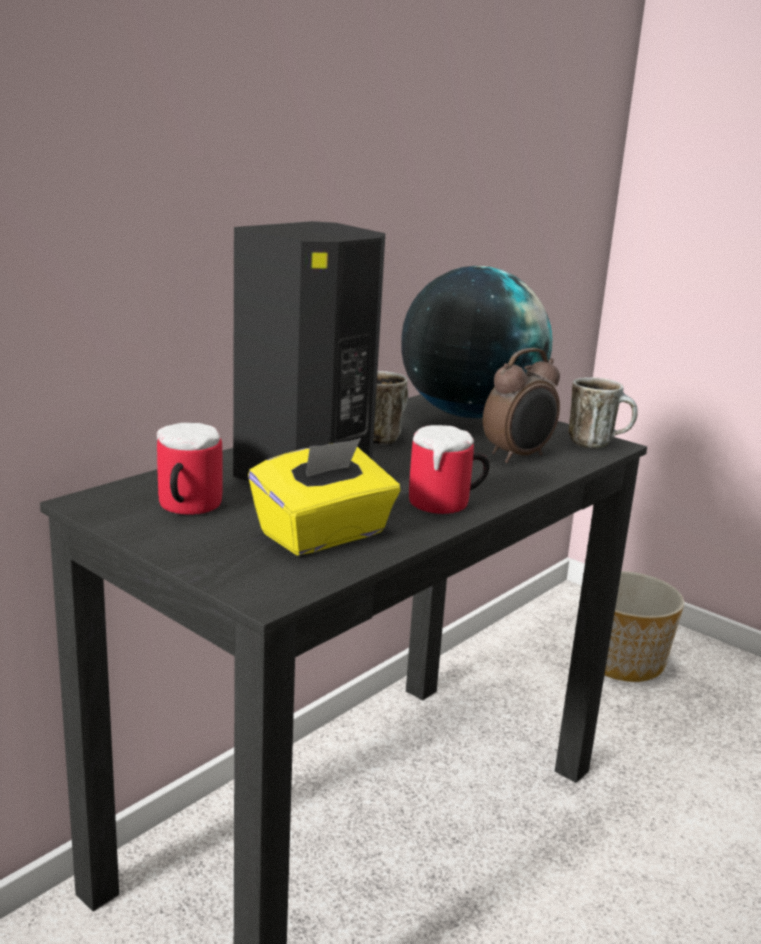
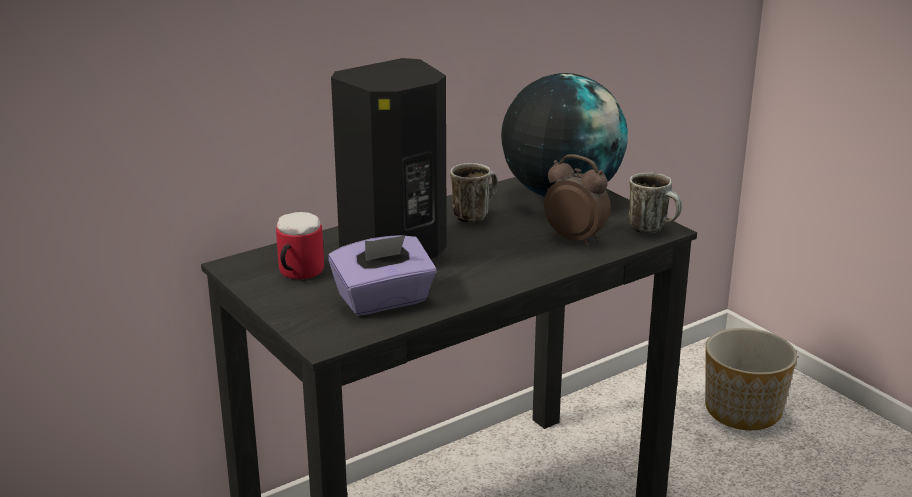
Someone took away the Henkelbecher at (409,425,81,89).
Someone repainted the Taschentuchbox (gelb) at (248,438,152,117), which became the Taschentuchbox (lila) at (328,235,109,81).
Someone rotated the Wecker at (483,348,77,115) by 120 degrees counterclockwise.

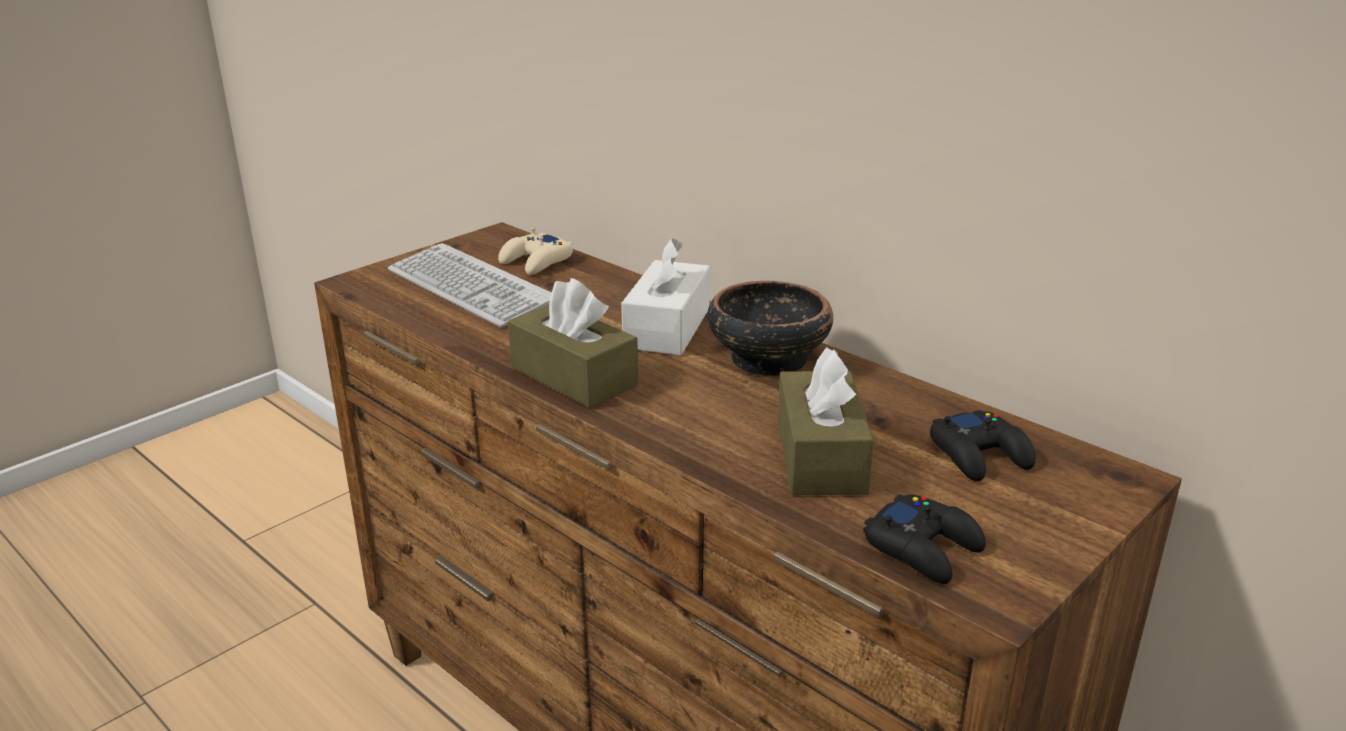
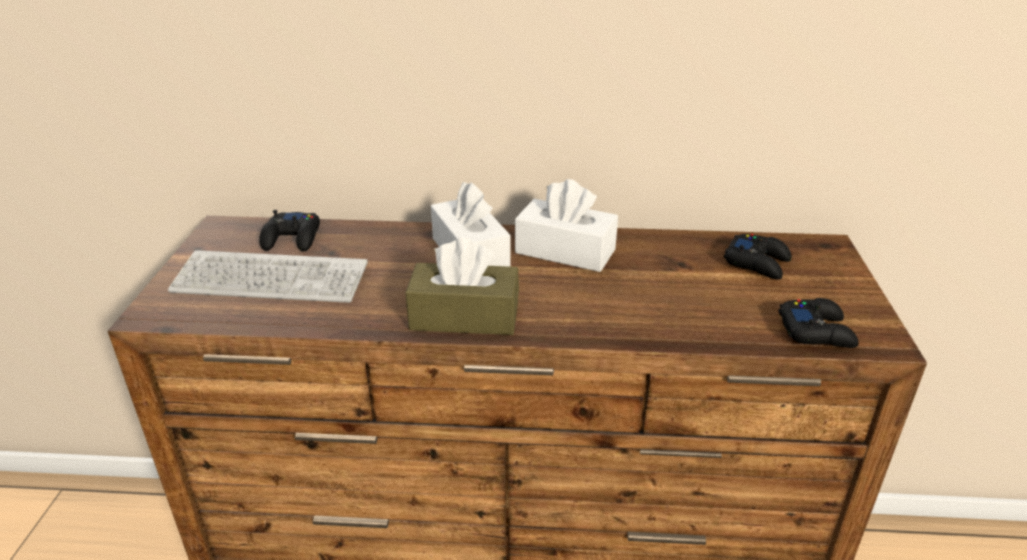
Someone took away the Taschentuchbox (braun) at (778,347,96,148).
Someone swapped the Schüssel at (707,281,126,96) for the Taschentuchbox (weiß) at (515,179,103,93).
Someone repainted the Gamepad (beige) at (498,227,75,48), which became the Gamepad (schwarz) at (259,210,61,42).

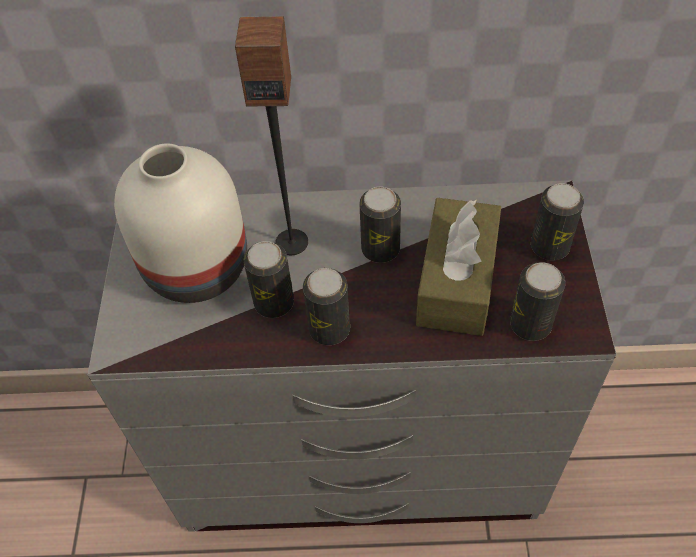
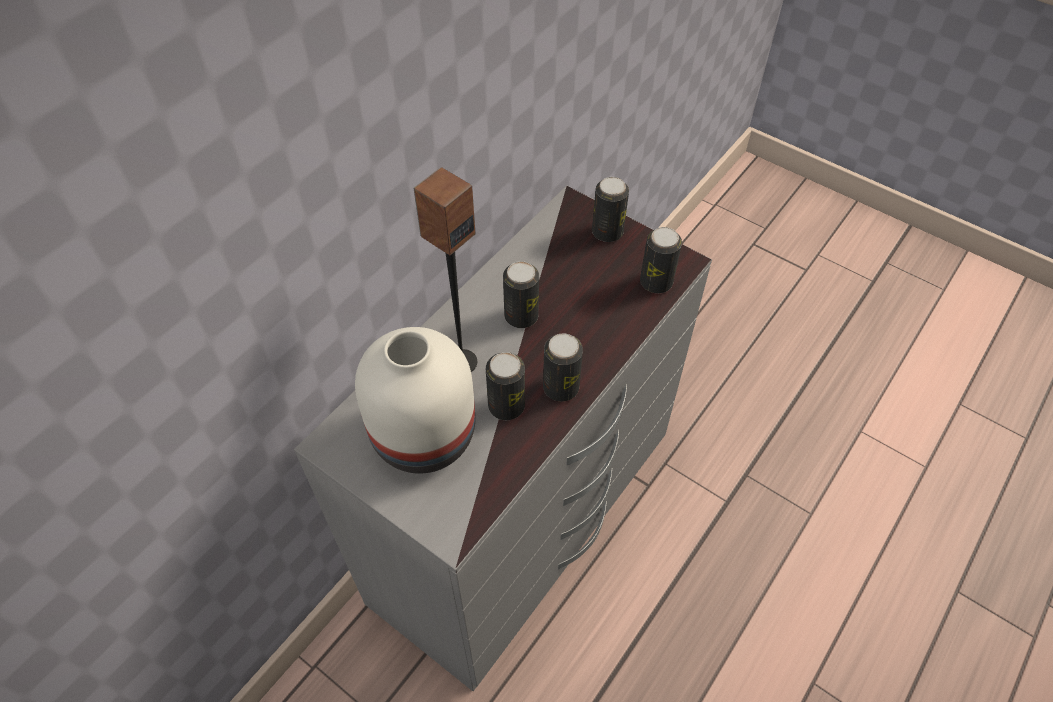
Someone took away the Taschentuchbox (braun) at (416,198,85,138).

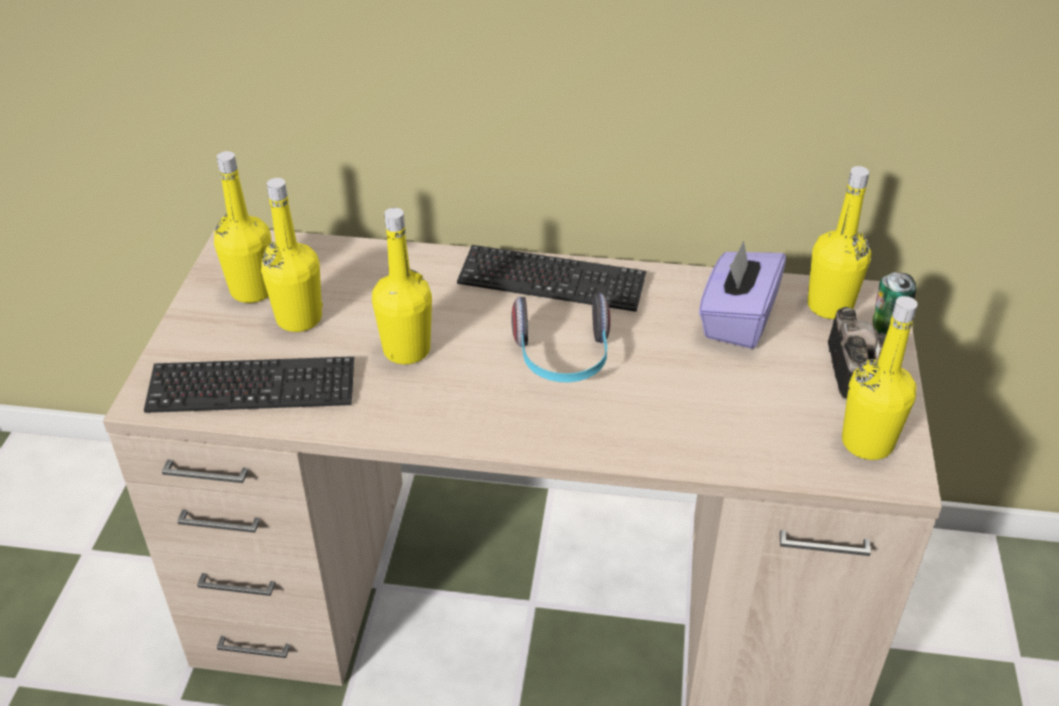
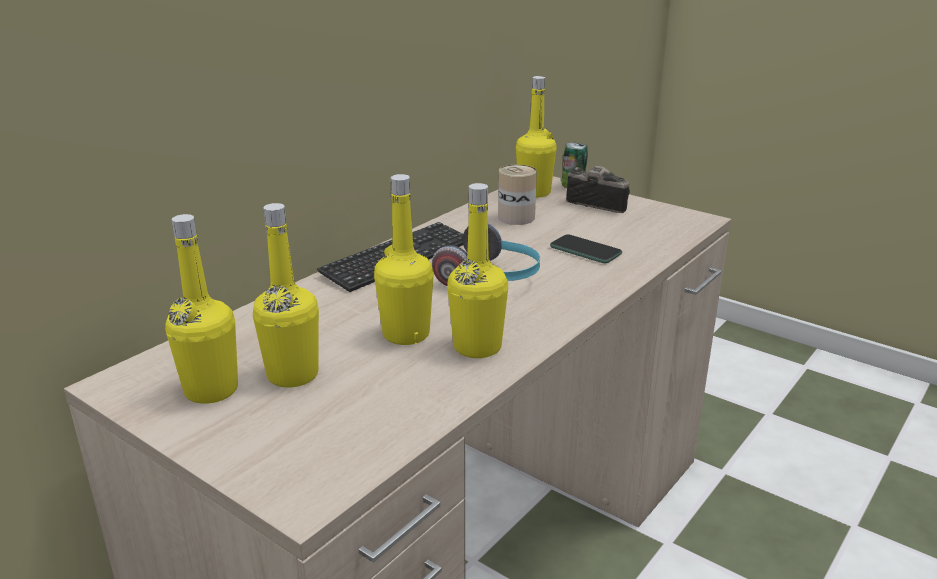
Someone took away the Tastatur at (144,356,210,57).
Someone put down the Handy at (550,234,72,29).
Someone carried the Flasche (gelb) from (842,296,76,164) to (447,183,61,175).
Someone swapped the Taschentuchbox (lila) at (699,240,87,109) for the Dose at (498,165,39,60).

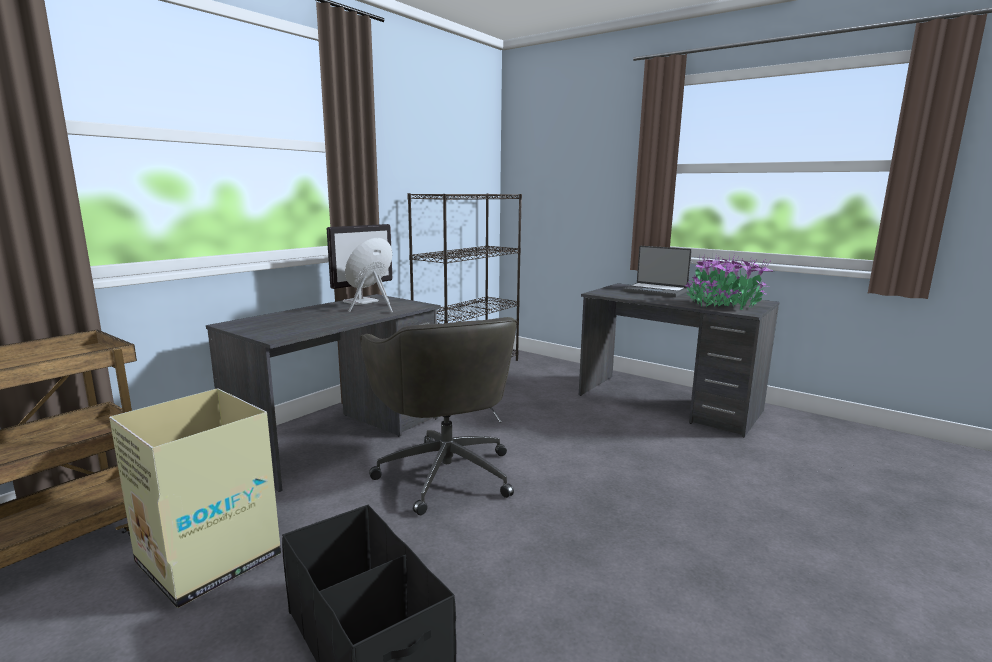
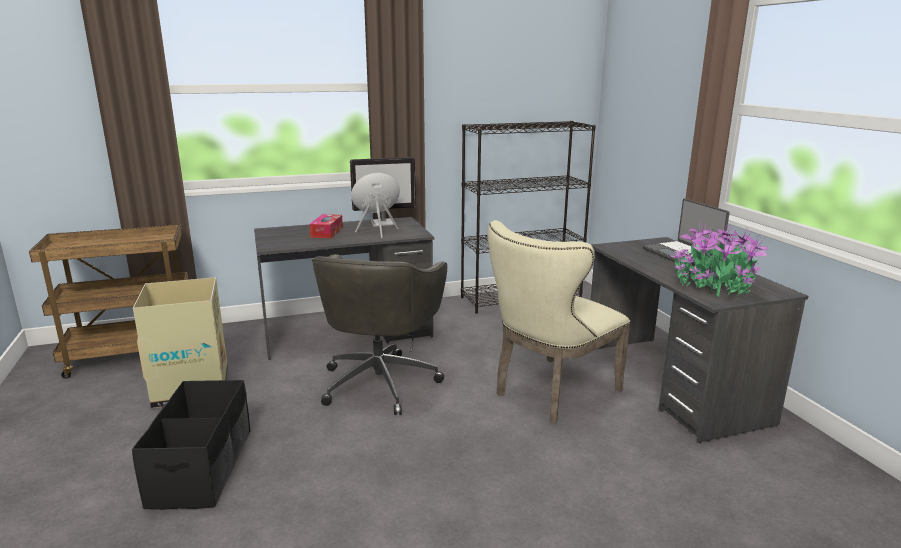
Someone put down the Taschentuchbox at (309,214,34,24).
Someone put down the Stuhl (beige) at (488,220,143,203).

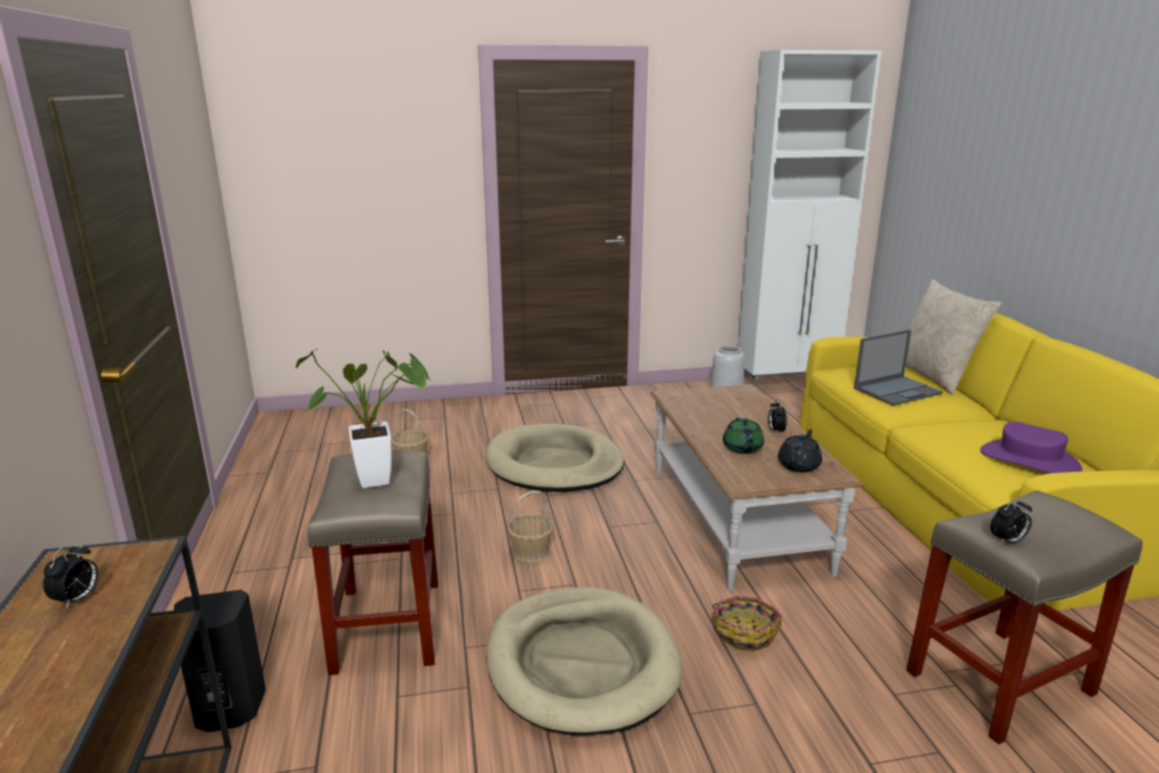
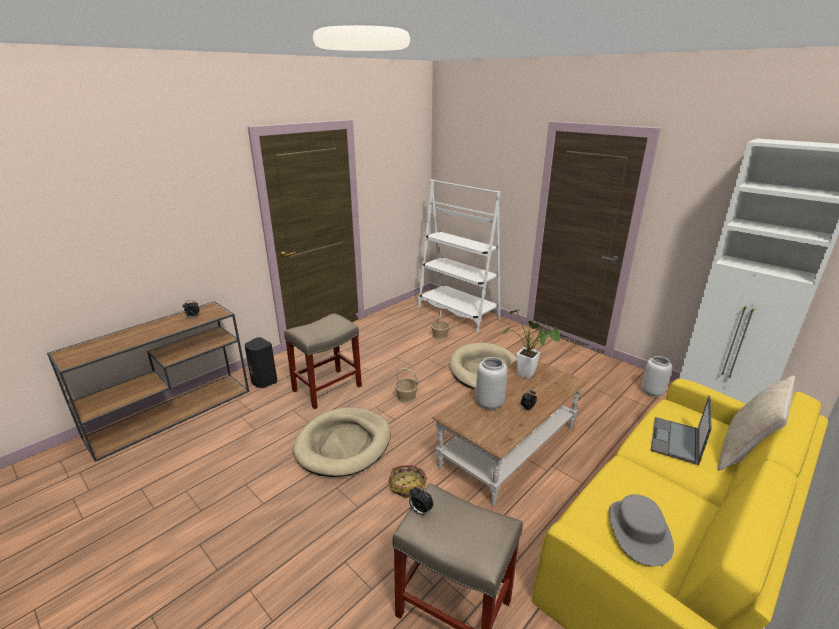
Someone took away the Teekanne (schwarz) at (778,429,44,43).
Someone put down the Bücherregal (weiß) at (418,179,83,153).
Someone carried the Topfpflanze from (296,348,134,140) to (502,309,58,70).
Someone swapped the Teekanne (grün) at (723,417,41,37) for the Vase (grau) at (476,357,31,53).
Someone repainted the Hut (lila) at (980,422,103,51), which became the Hut (grau) at (609,494,65,72).
Someone rotated the Laptop at (854,330,89,76) by 90 degrees clockwise.

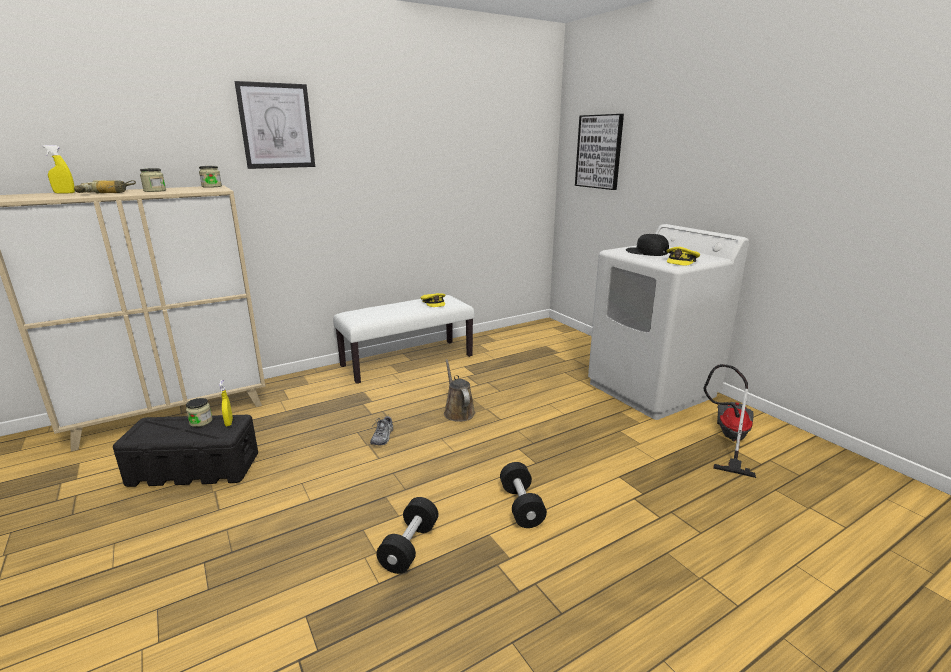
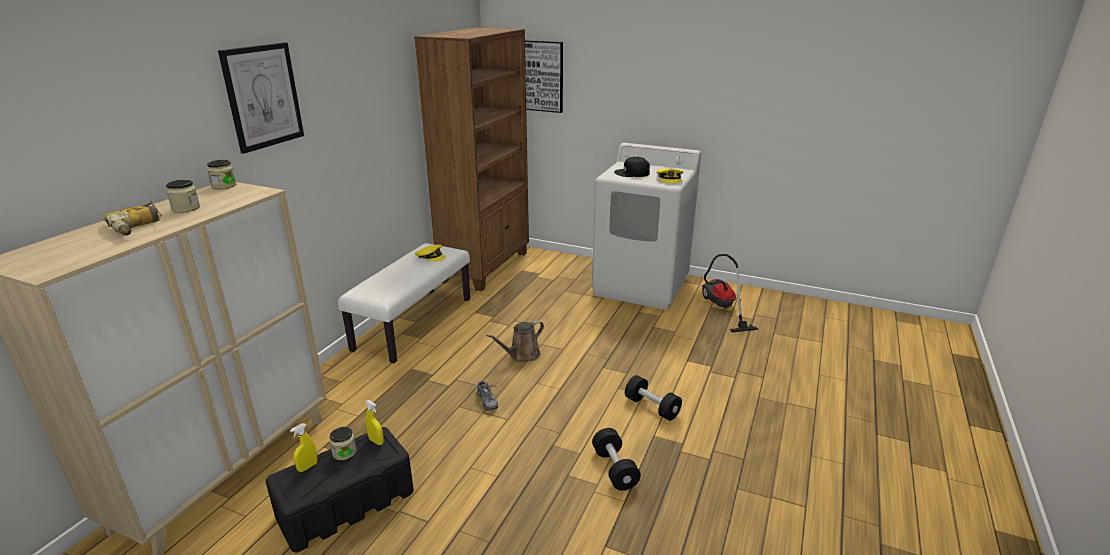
Someone put down the Bücherregal (braun) at (414,27,115,264).
Someone carried the Sprühflasche (gelb) from (42,145,33,49) to (290,424,27,48).
Someone rotated the Gießkanne (braun) at (444,359,31,63) by 75 degrees counterclockwise.

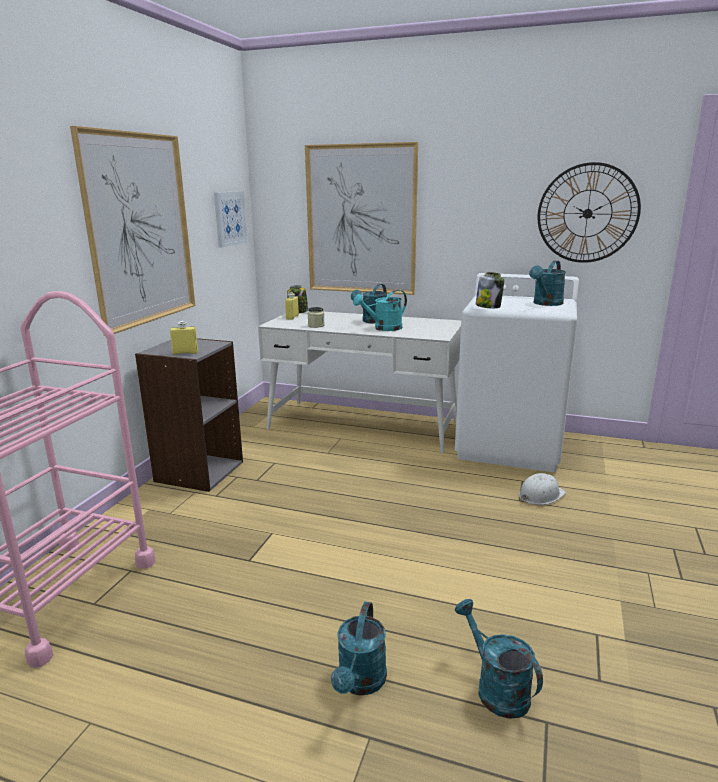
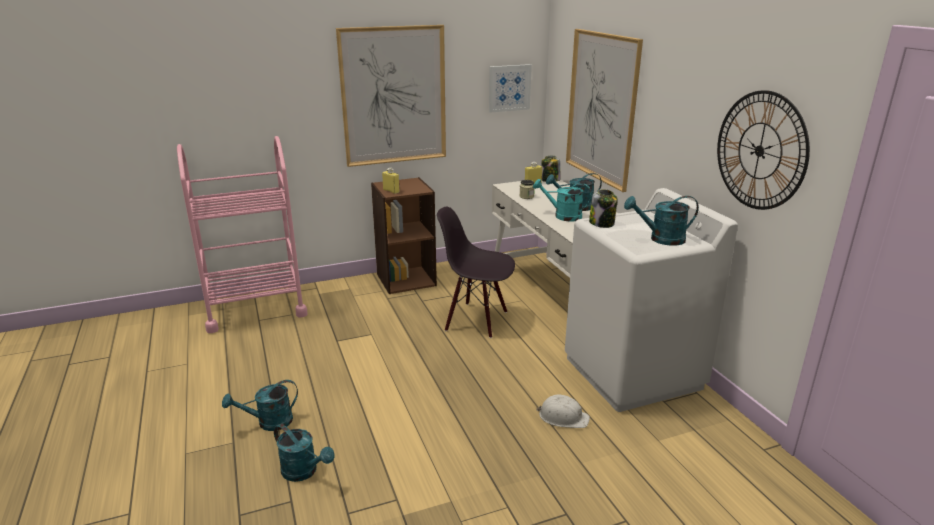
Someone put down the Stuhl (schwarz) at (437,207,78,131).
Someone repainted the Bücherregal (grau) at (135,338,108,154), which became the Bücherregal (braun) at (371,177,66,117).
Someone rotated the Gießkanne (türkis) at (455,599,88,120) by 105 degrees clockwise.

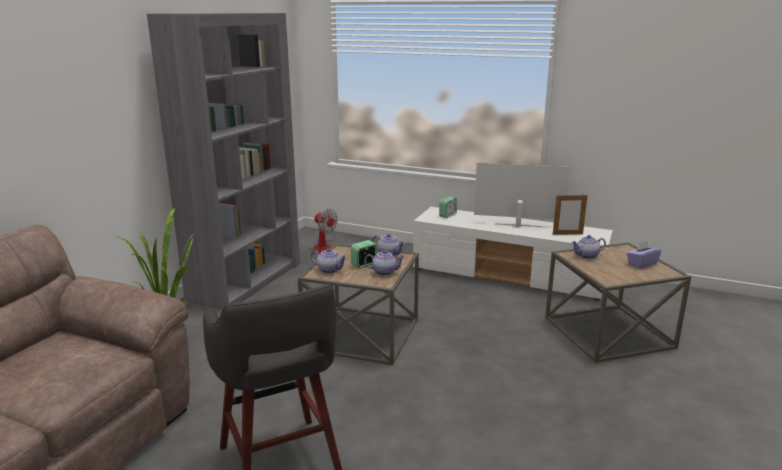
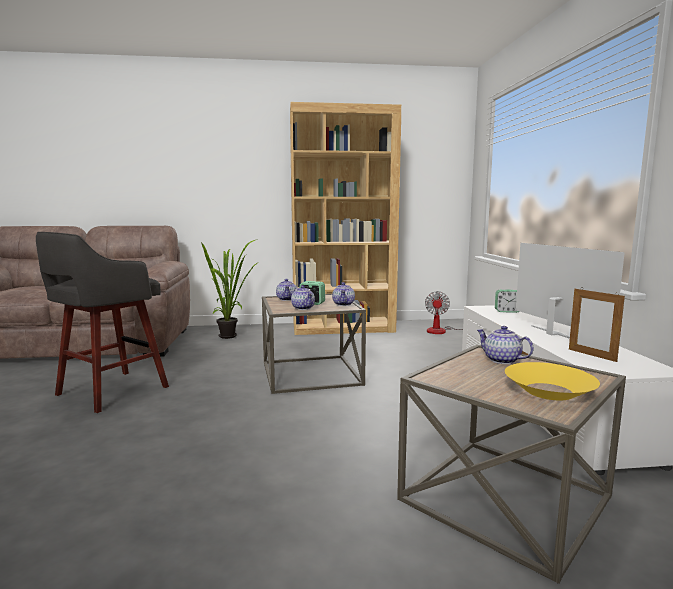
Someone swapped the Taschentuchbox (lila) at (627,240,35,28) for the Schüssel (gelb) at (505,362,95,39).
Someone repainted the Bücherregal (grau) at (147,13,153,297), which became the Bücherregal (braun) at (290,102,111,233).

